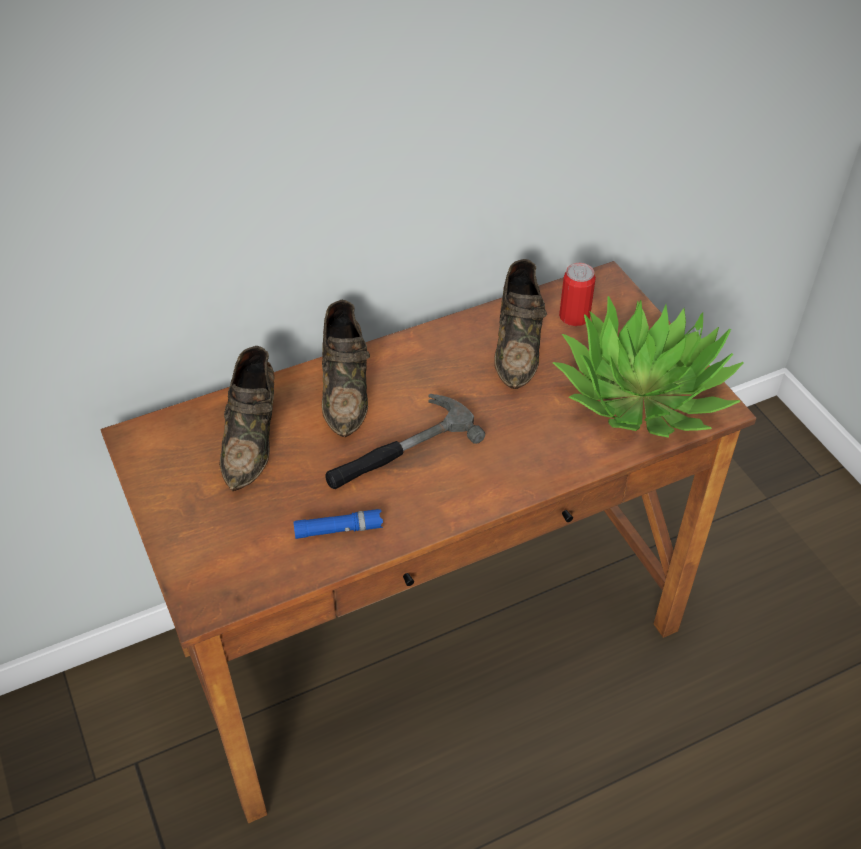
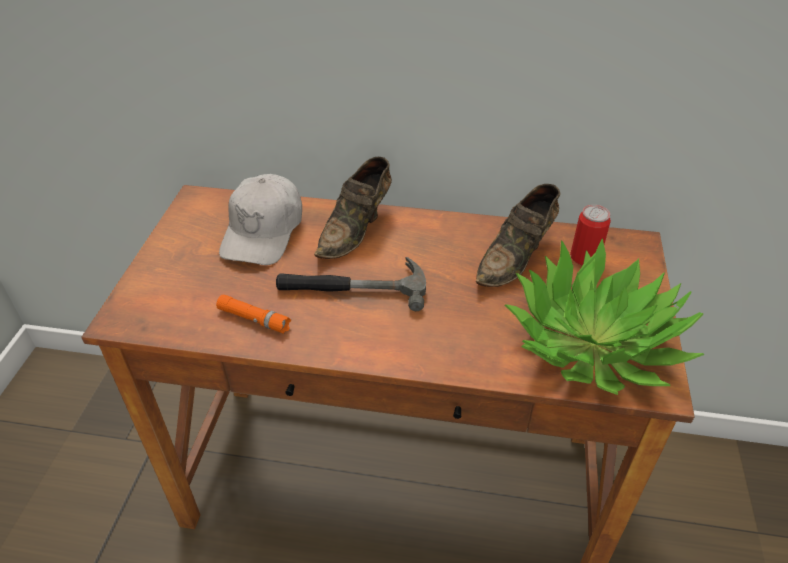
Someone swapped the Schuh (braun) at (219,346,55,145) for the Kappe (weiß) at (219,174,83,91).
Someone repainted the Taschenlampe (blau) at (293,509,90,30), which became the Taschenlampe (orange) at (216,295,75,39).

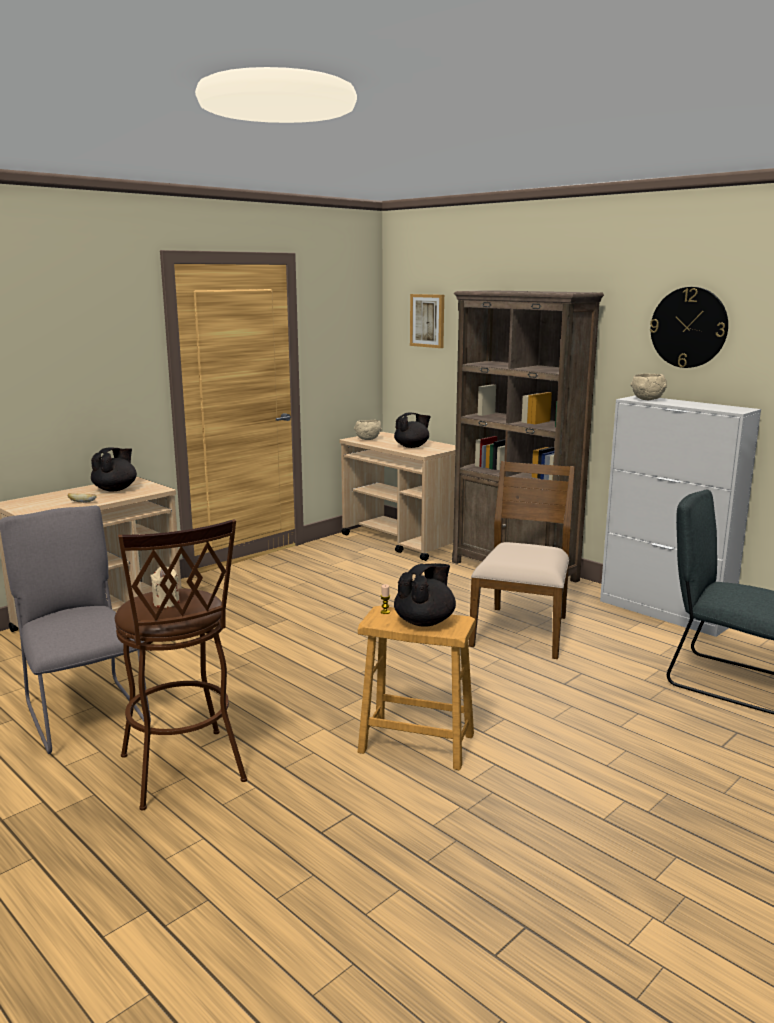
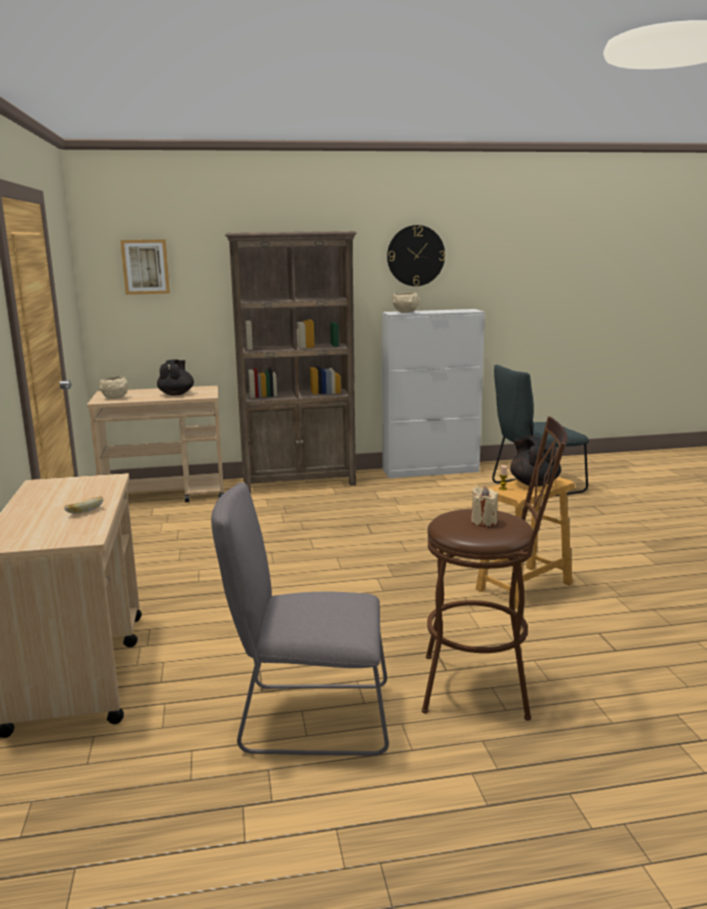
Someone took away the Teekanne (schwarz) at (91,448,46,43).
Someone took away the Stuhl (braun) at (469,461,106,198).

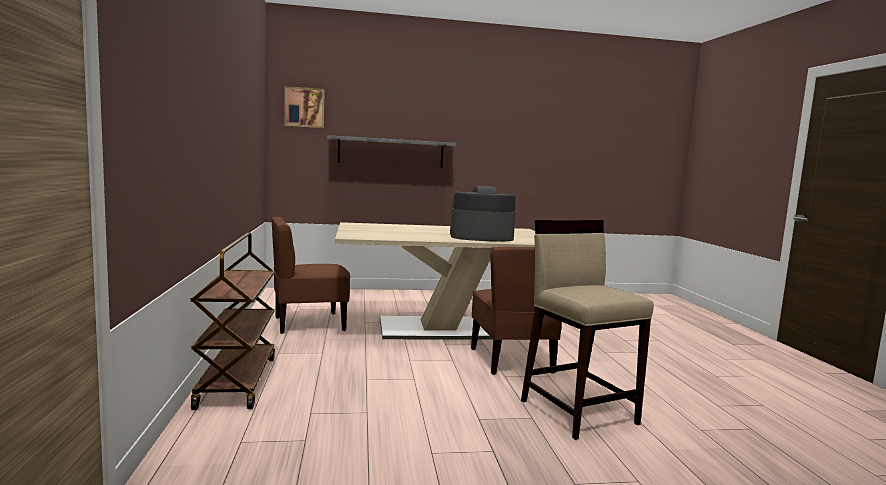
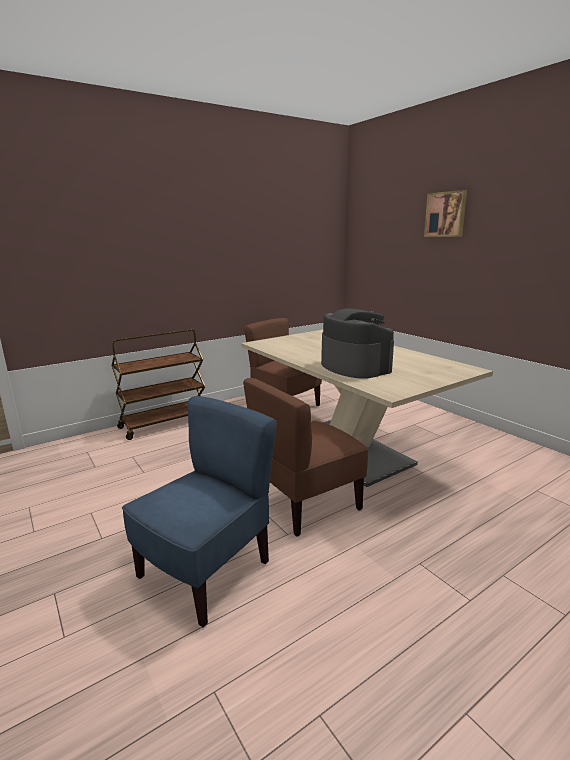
Someone took away the Wandregal (grau) at (327,135,130,33).
Someone carried the Bild from (284,86,41,42) to (424,190,43,47).
Someone swapped the Hocker (beige) at (521,220,133,220) for the Stuhl (blau) at (122,396,155,231).

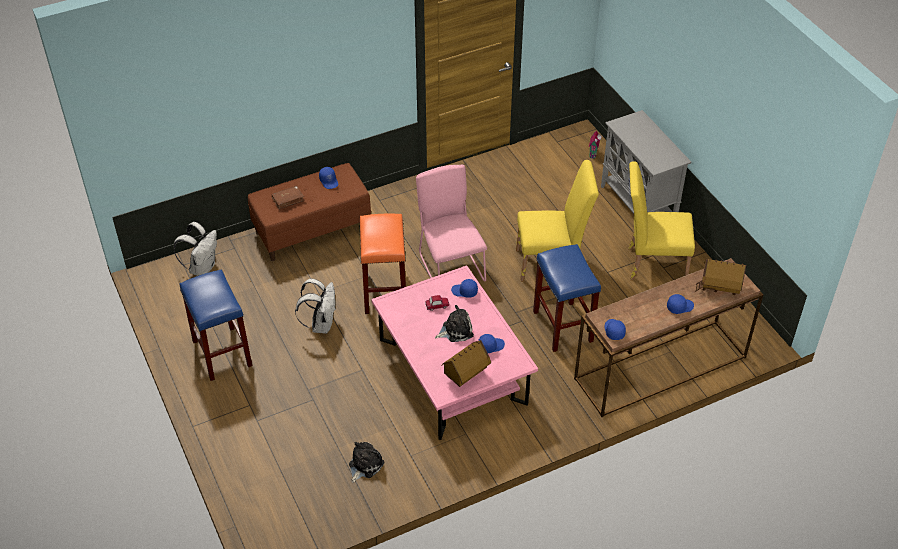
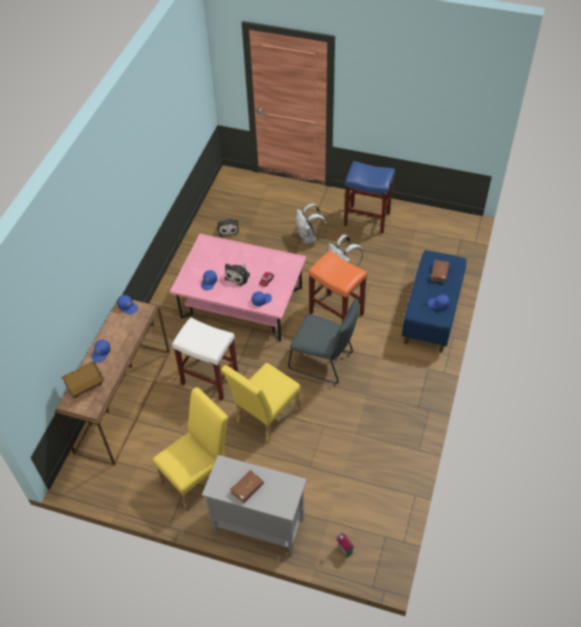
Someone took away the Spielzeughaus at (441,340,50,47).
Someone put down the Buch (braun) at (230,470,34,33).
Someone carried the Rucksack (weiß) from (173,222,44,54) to (296,204,31,40).
Someone repainted the Bank (braun) at (248,163,123,98), which became the Bank (blau) at (402,250,65,102).
Someone repainted the Stuhl (rosa) at (416,165,71,117), which became the Stuhl (grau) at (288,298,71,86).
Someone repainted the Hocker (blau) at (533,244,68,108), which became the Hocker (weiß) at (172,317,67,84).

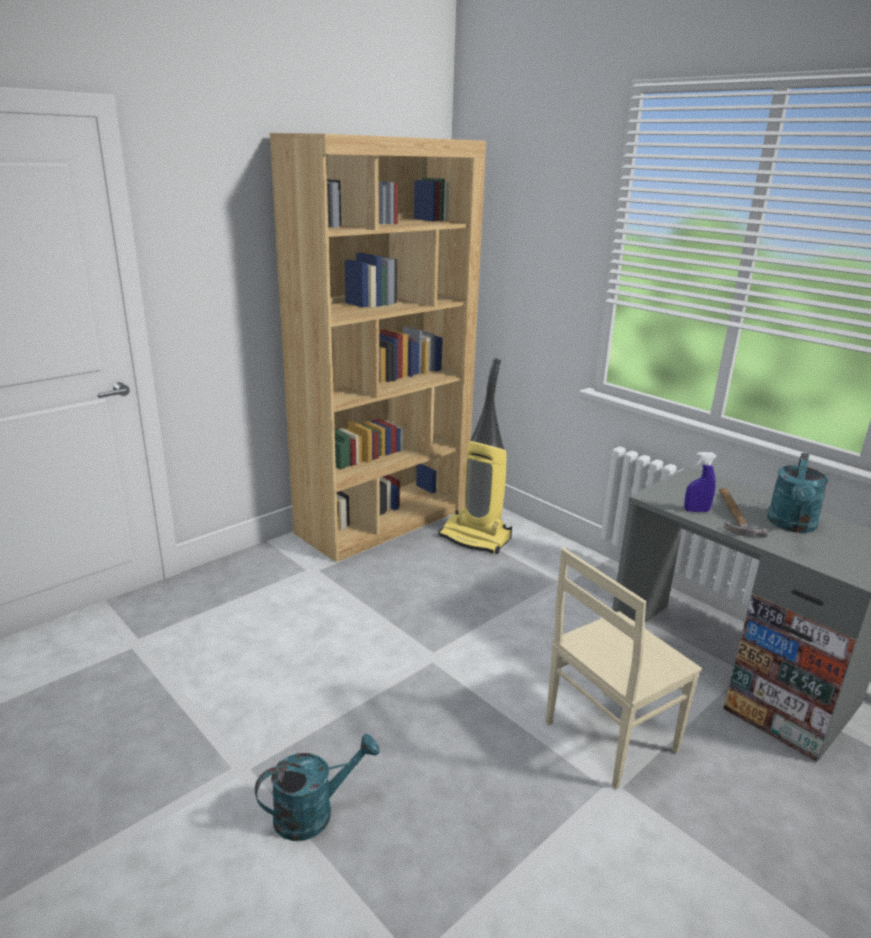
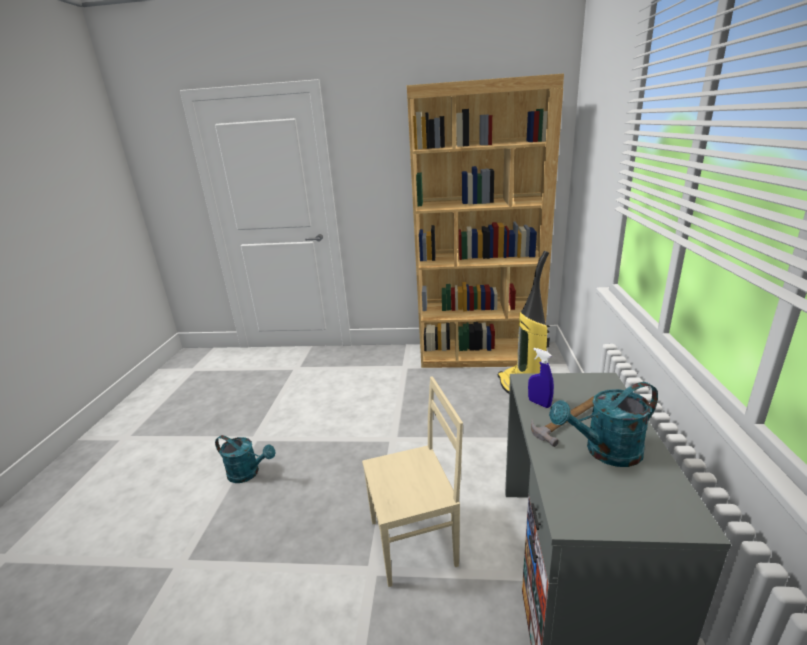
Someone rotated the Stuhl (beige) at (546,548,156,241) by 150 degrees clockwise.

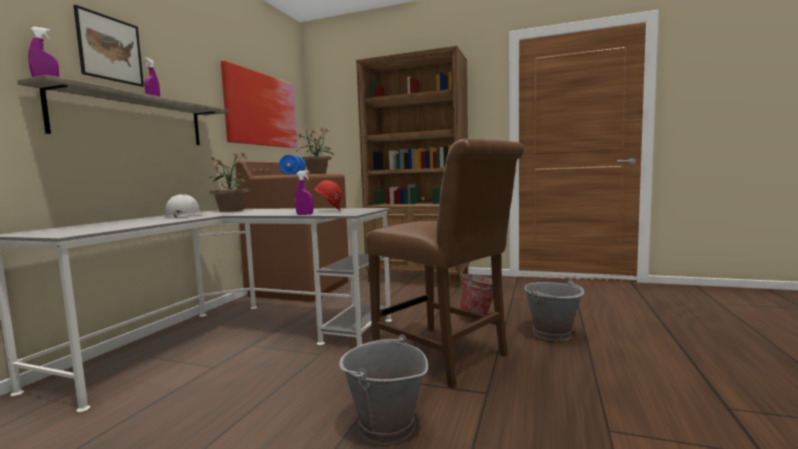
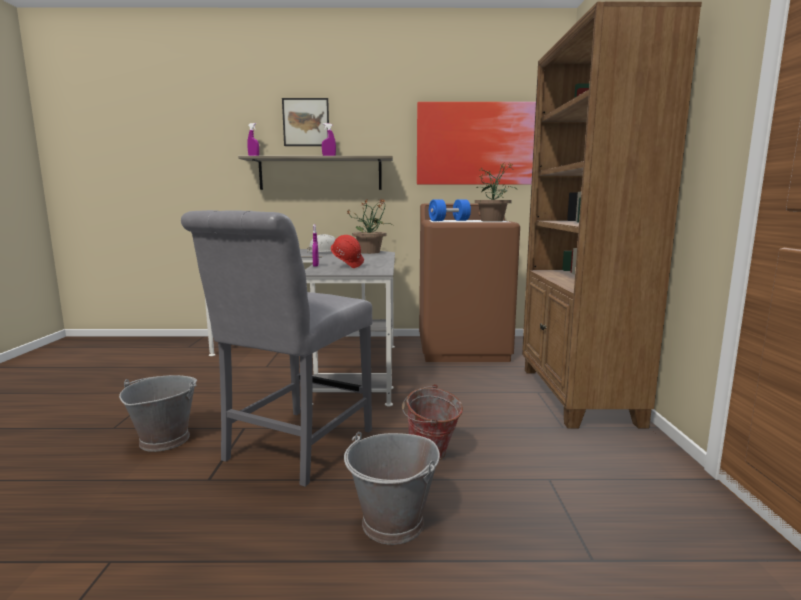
Someone repainted the Stuhl (braun) at (366,138,158,250), which became the Stuhl (grau) at (181,210,192,277).

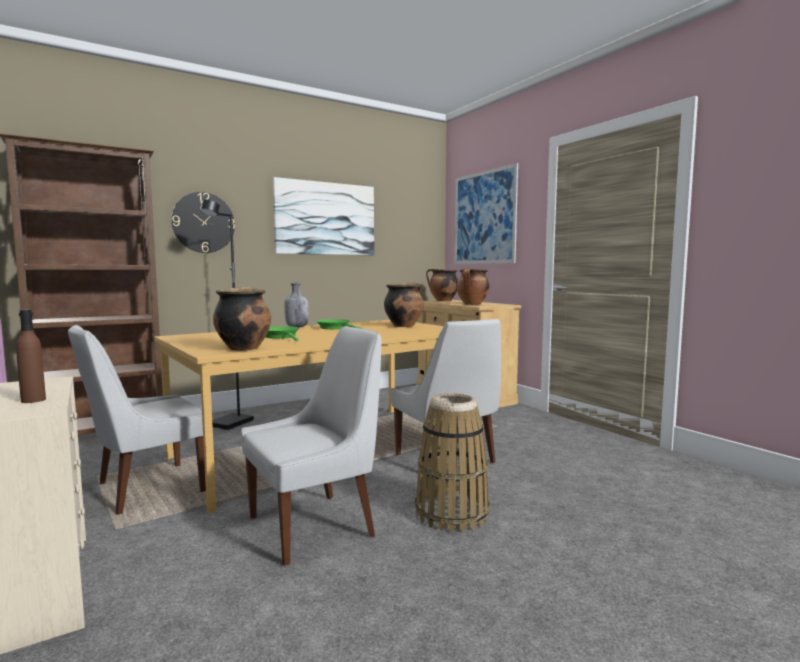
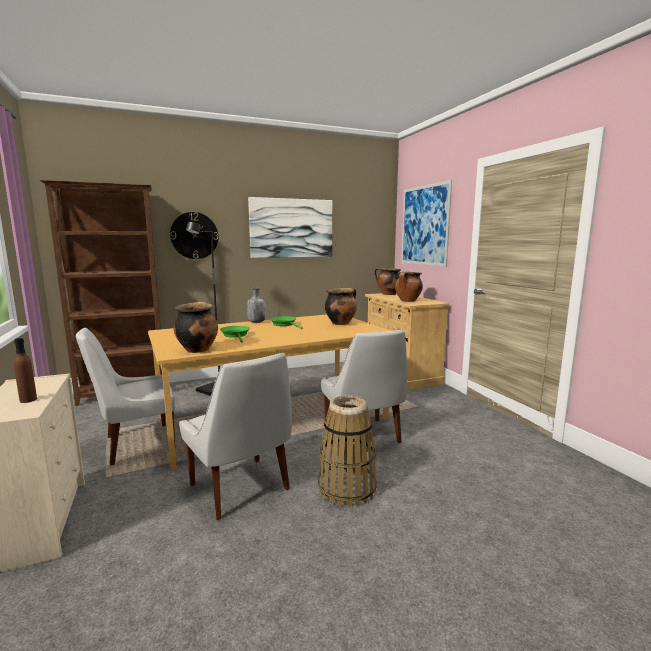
Someone rotated the Stuhl (weiß) at (241,327,140,239) by 75 degrees clockwise.

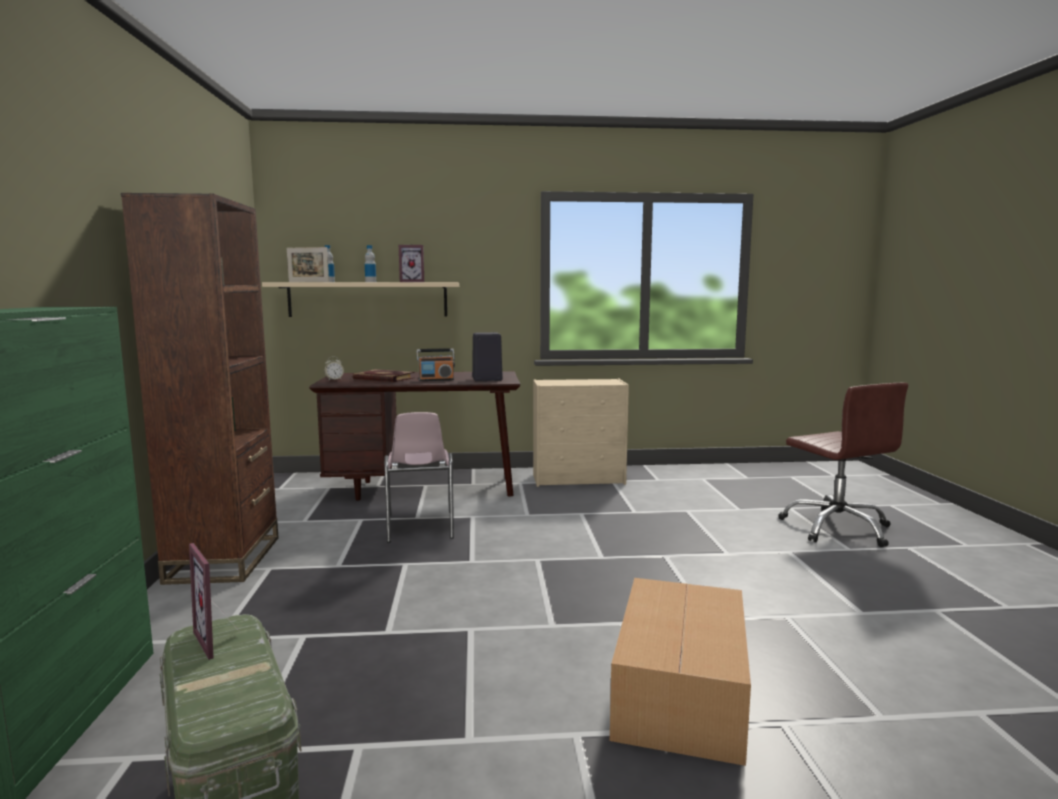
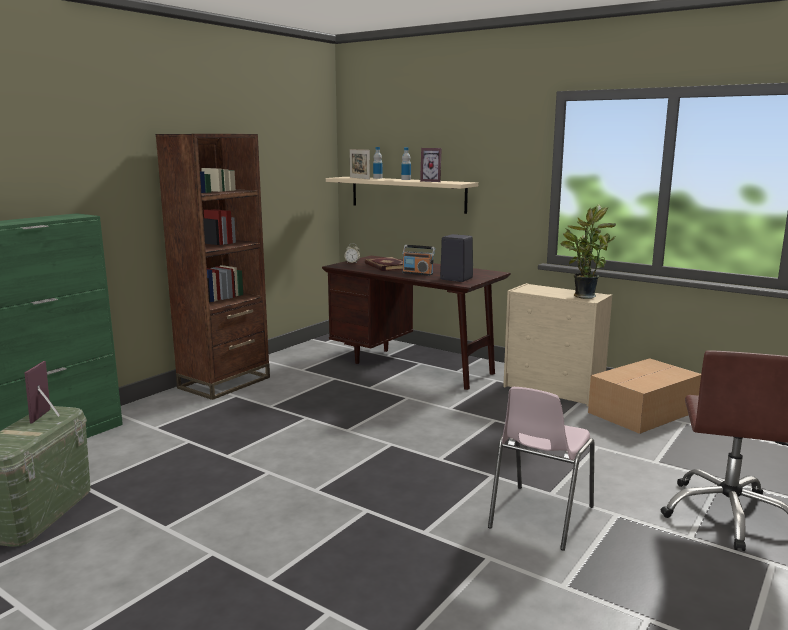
Someone put down the Topfpflanze at (561,204,55,95).
Someone carried the Stuhl (rosa) from (384,412,70,130) to (488,387,106,164).
Someone carried the Karton from (610,578,141,188) to (588,358,113,76).

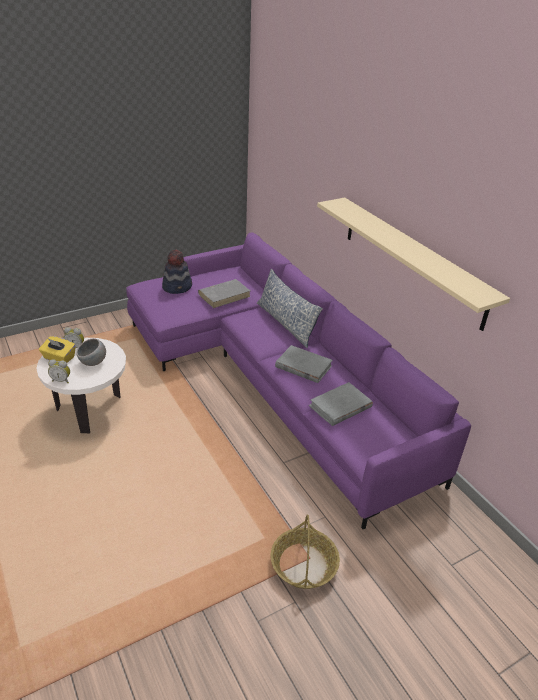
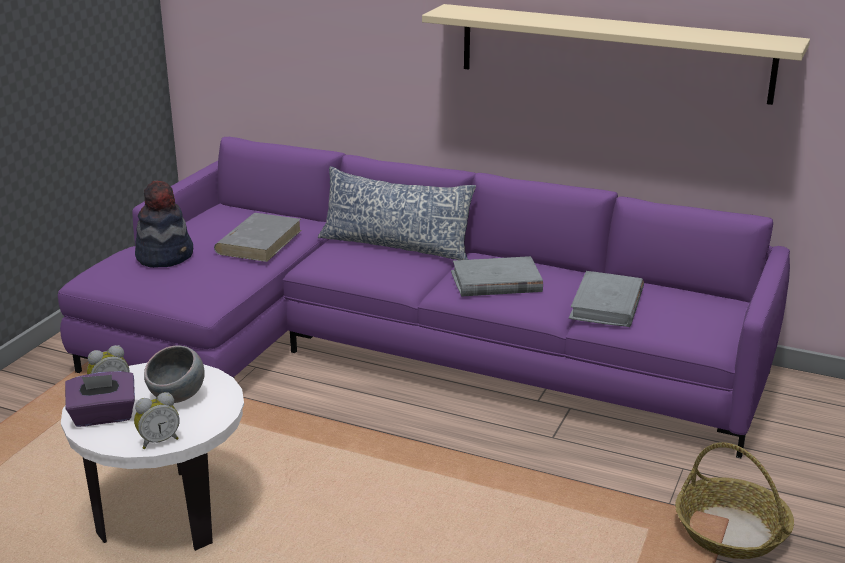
Someone repainted the Taschentuchbox (gelb) at (39,336,37,27), which became the Taschentuchbox (lila) at (65,371,70,56).

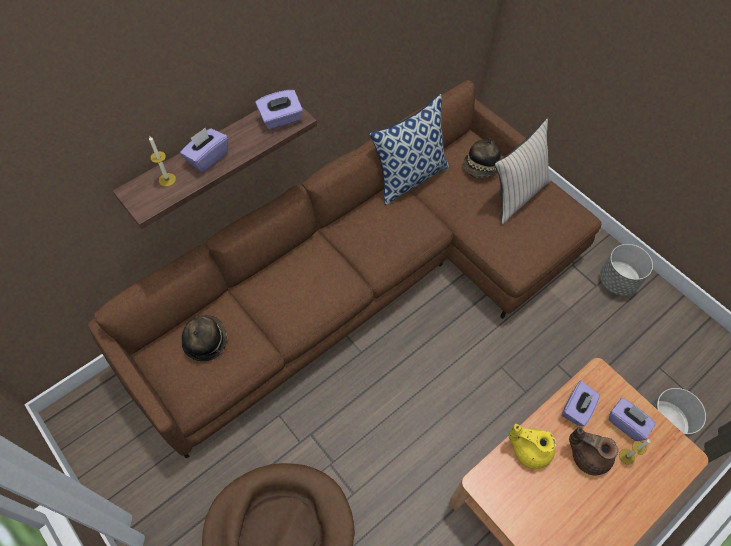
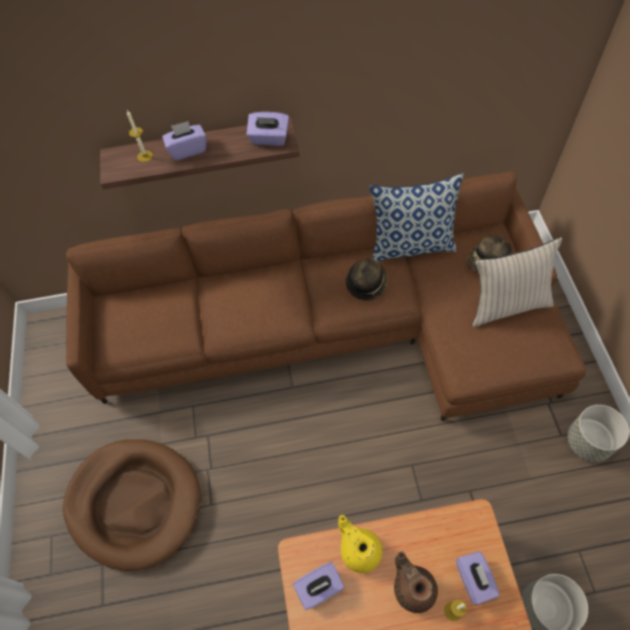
Someone carried the Hut from (181,315,46,46) to (346,259,42,42).
Someone carried the Taschentuchbox (lila) from (562,381,38,45) to (293,562,51,48).

